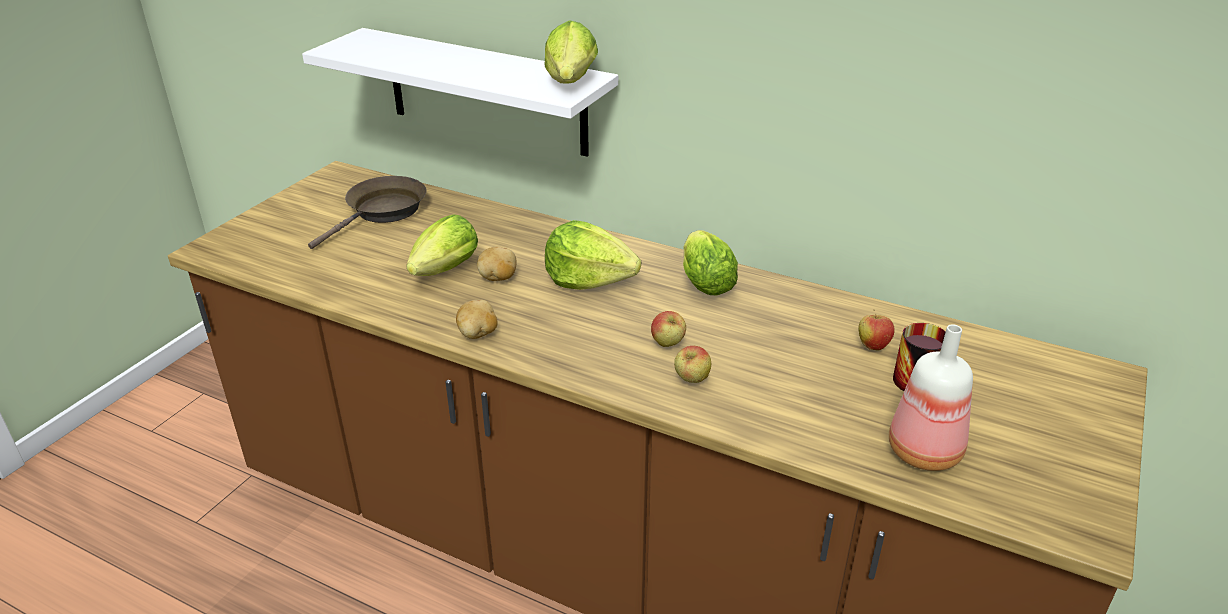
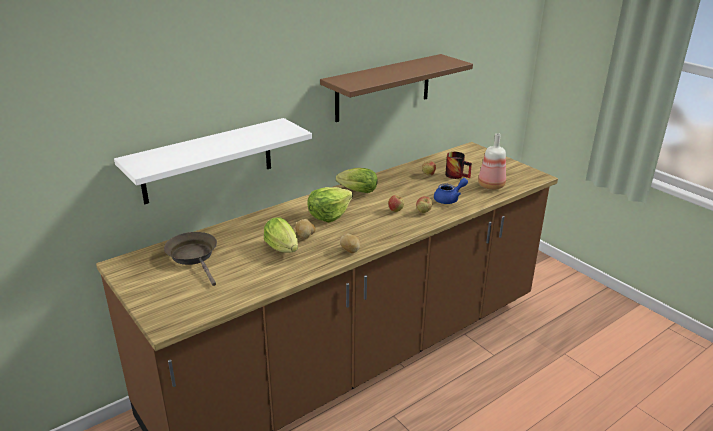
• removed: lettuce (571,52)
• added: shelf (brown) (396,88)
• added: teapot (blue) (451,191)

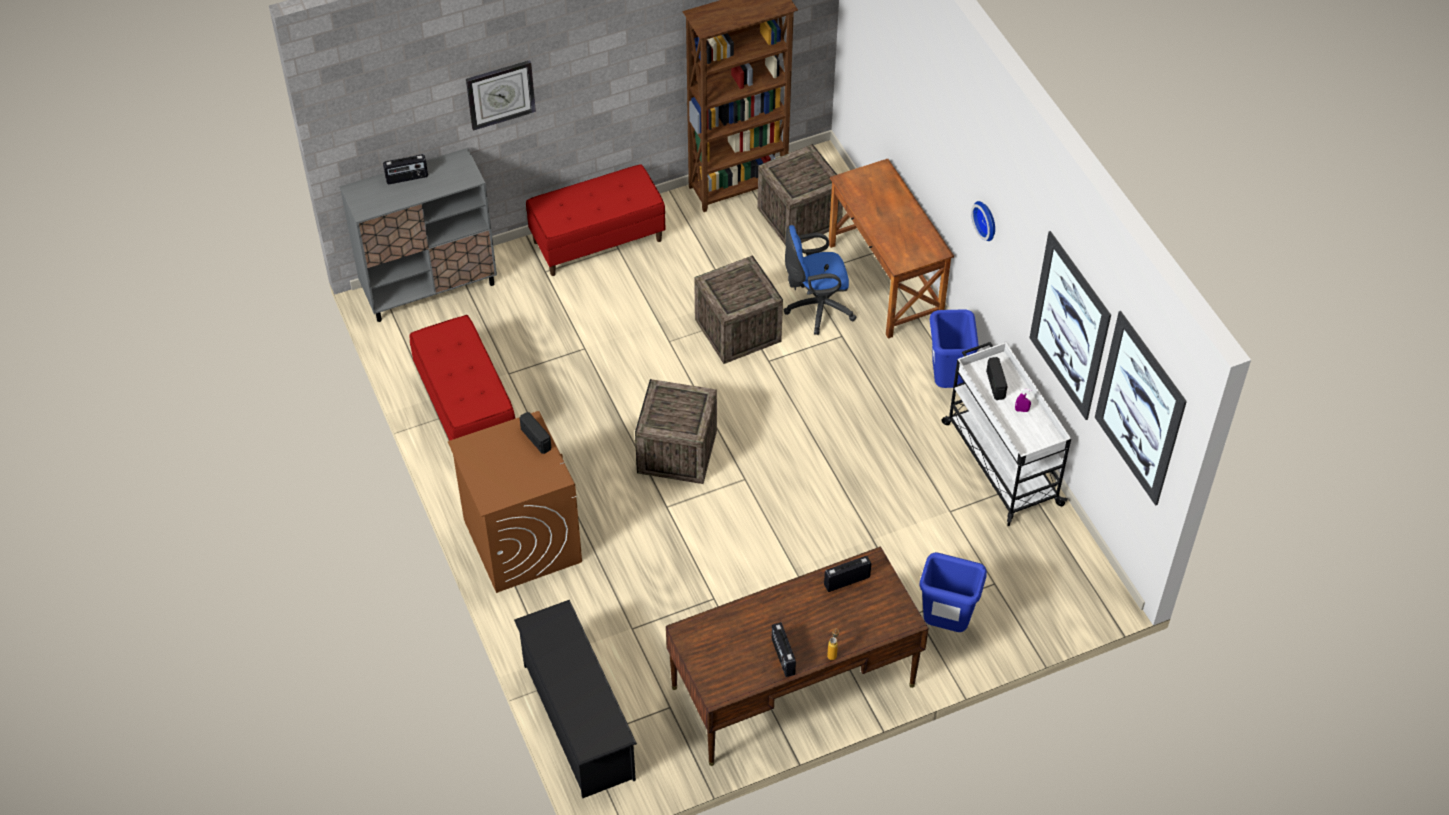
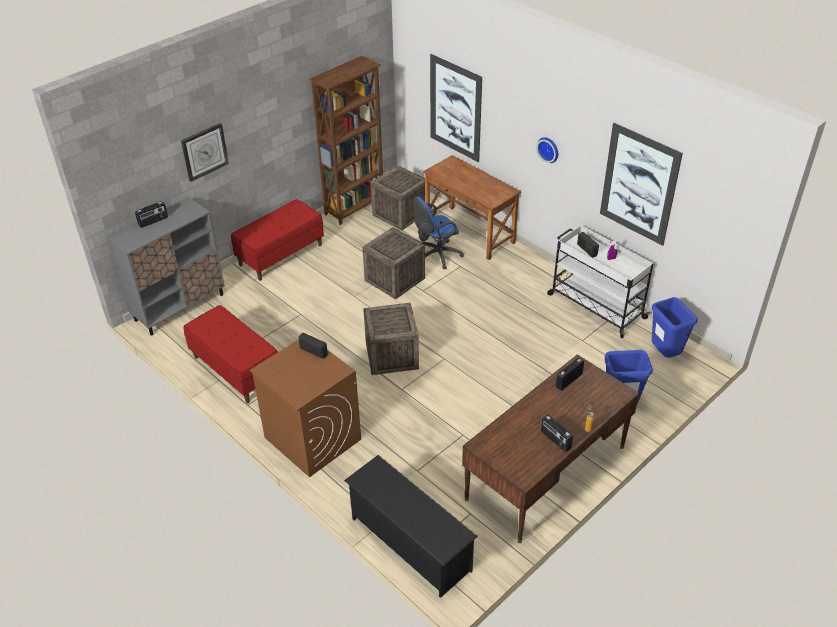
• moved: trash can (blue) (954,348) to (675,327)
• moved: picture (1141,408) to (456,108)

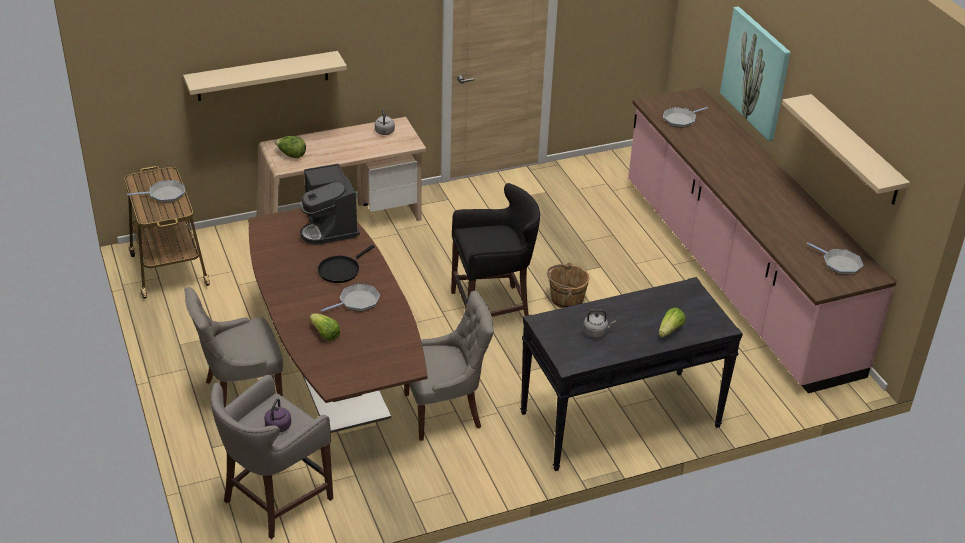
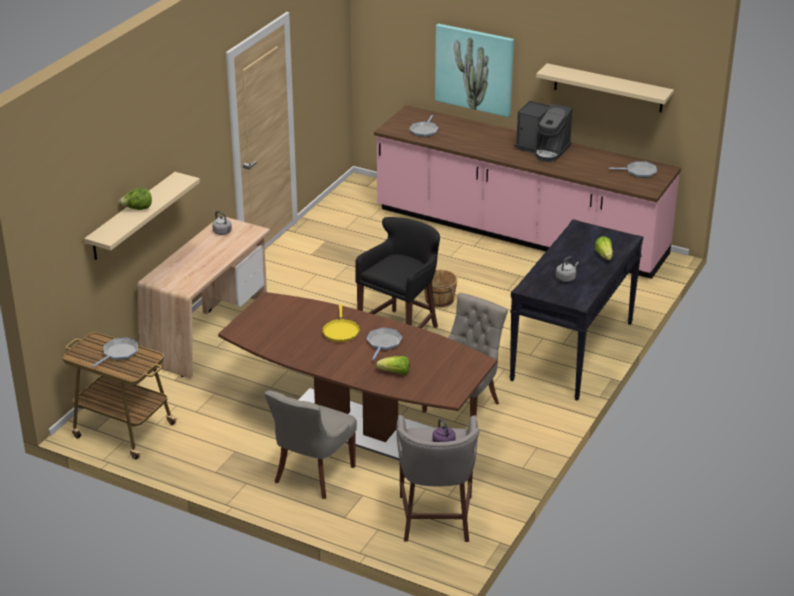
• moved: lettuce (290,147) to (135,199)
• moved: coffee machine (330,204) to (544,131)
• recoloured: frying pan (black) (346,264) to frying pan (yellow) (341,323)

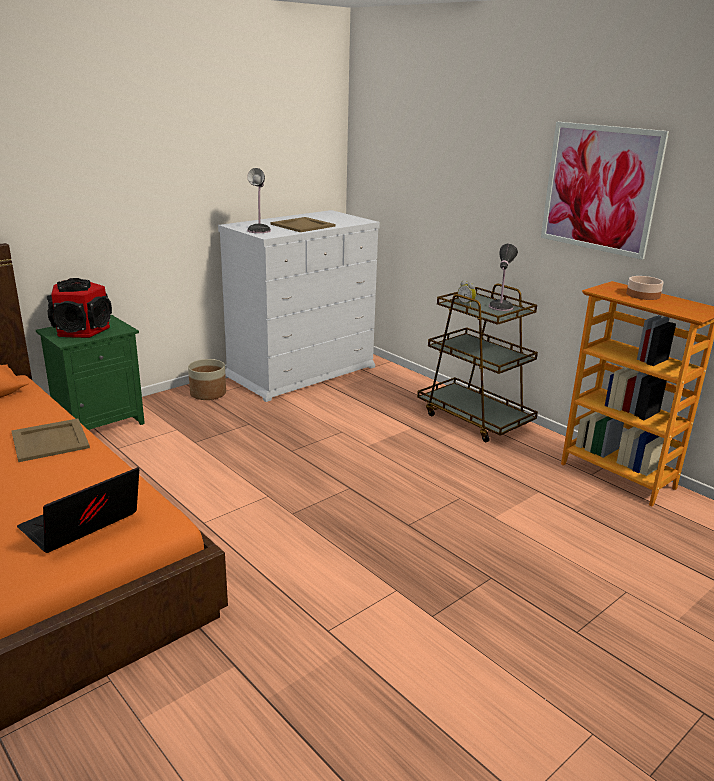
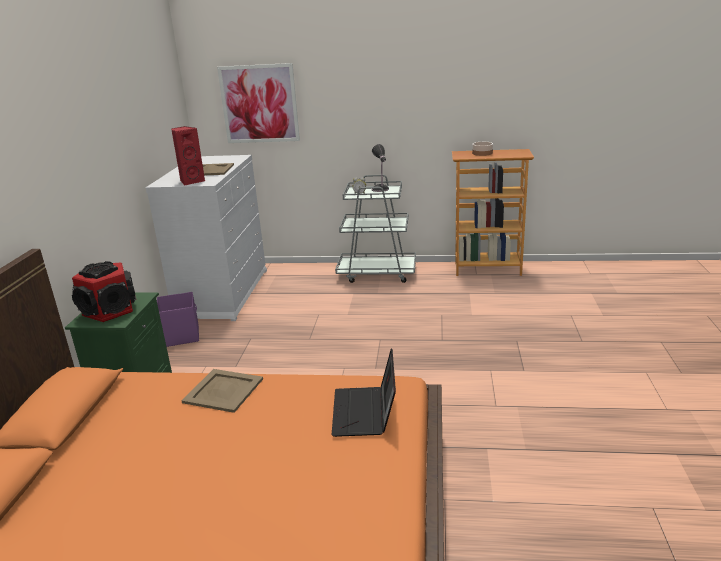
• moved: picture (605,191) to (258,103)
• replaced: table lamp (259,200) to speaker (red) (188,156)
• recoloured: cart (brown) (477,362) to cart (grey) (375,229)
• replaced: planter (207,379) to storage box (purple) (178,319)

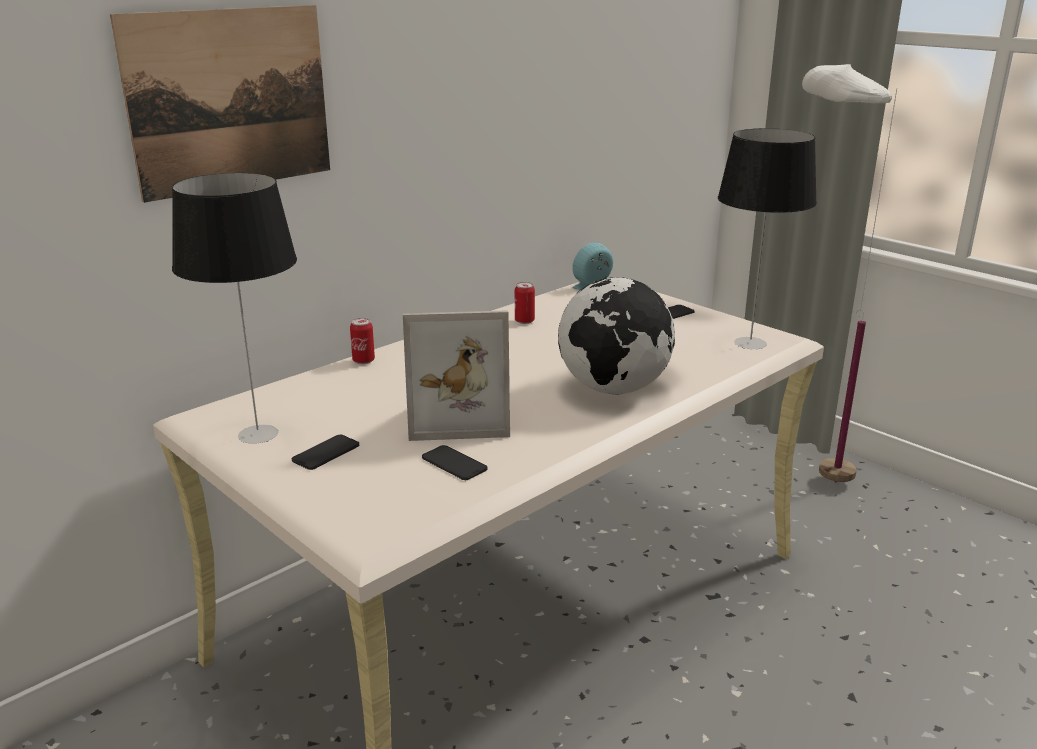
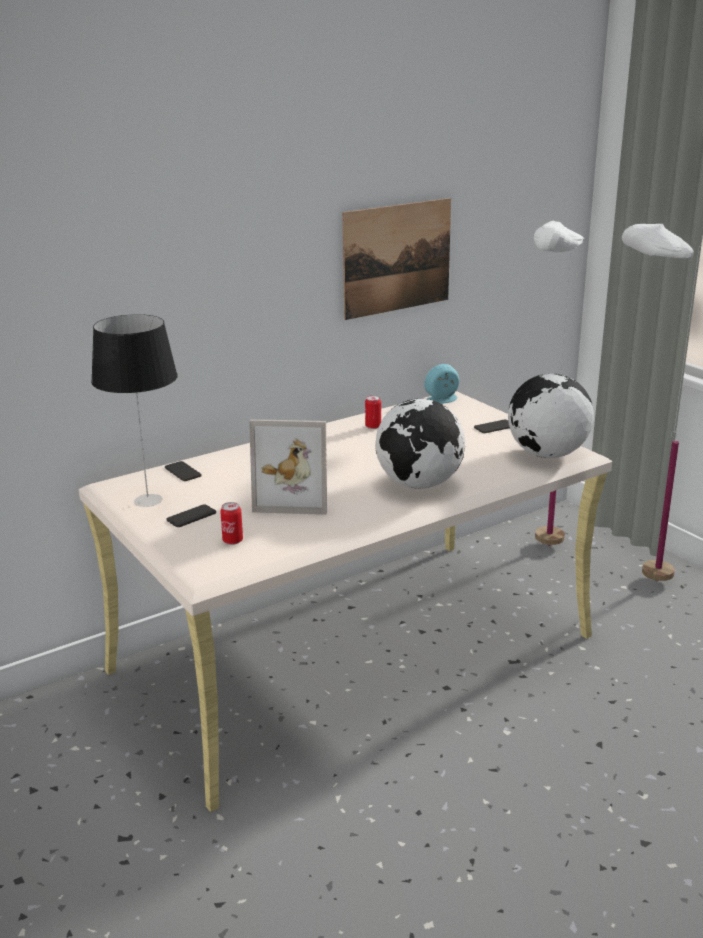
• moved: picture (220,104) to (397,259)
• replaced: table lamp (767,238) to globe (551,416)
• moved: can (362,341) to (231,523)
• moved: phone (454,462) to (183,471)
• added: floor lamp (white) (559,383)

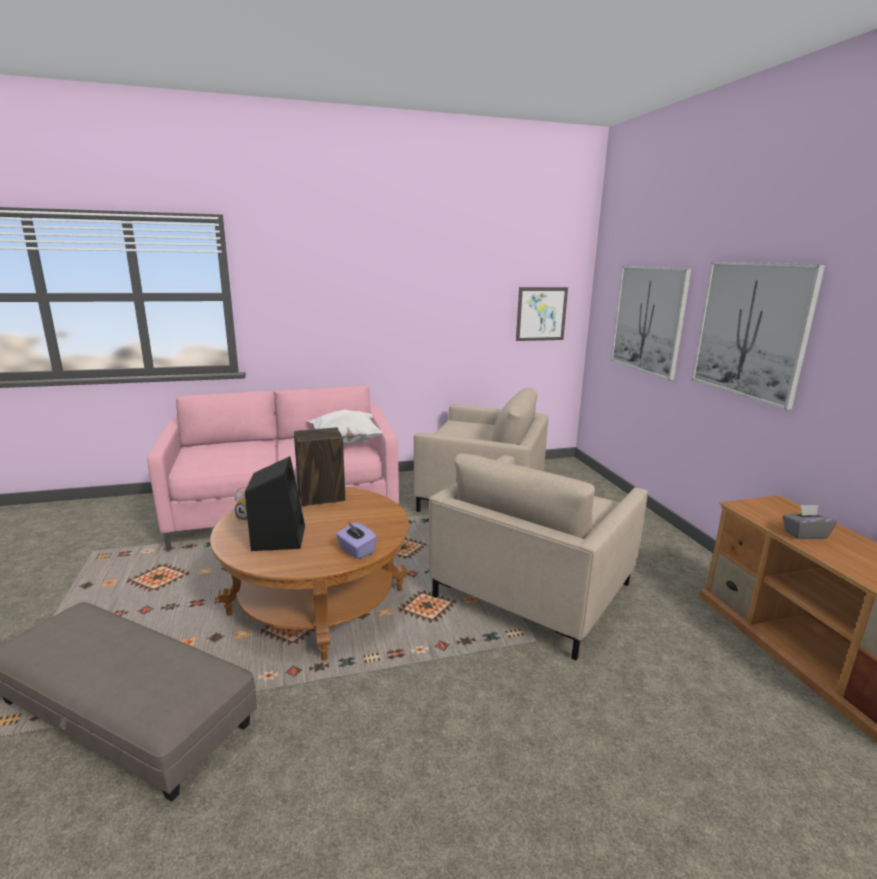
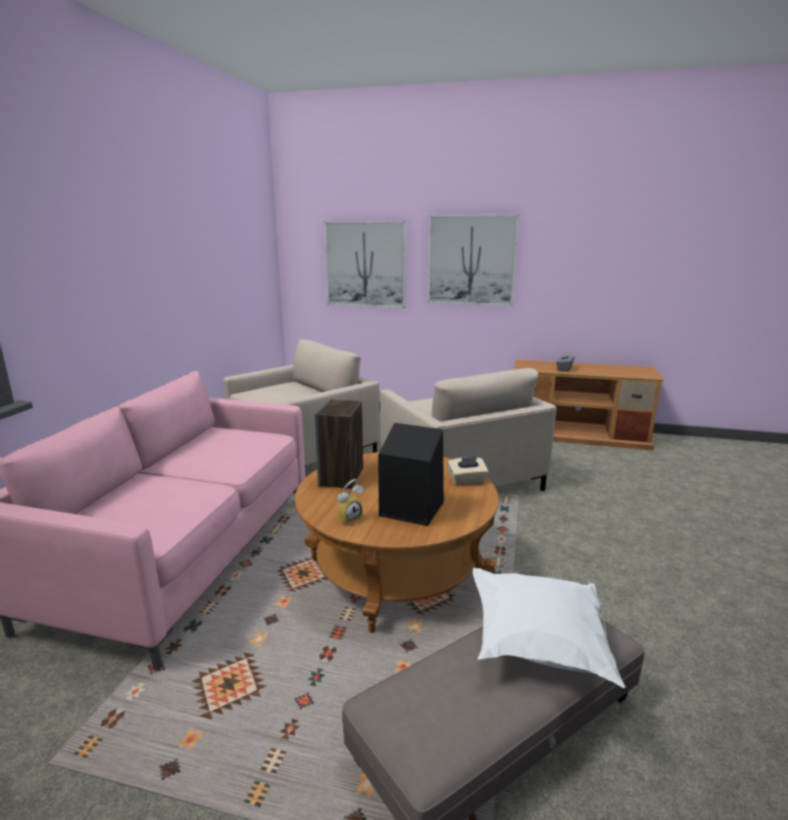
• removed: picture (542,314)
• moved: pillow (white) (345,427) to (549,628)
• recoloured: tissue box (purple) (356,540) to tissue box (beige) (468,471)

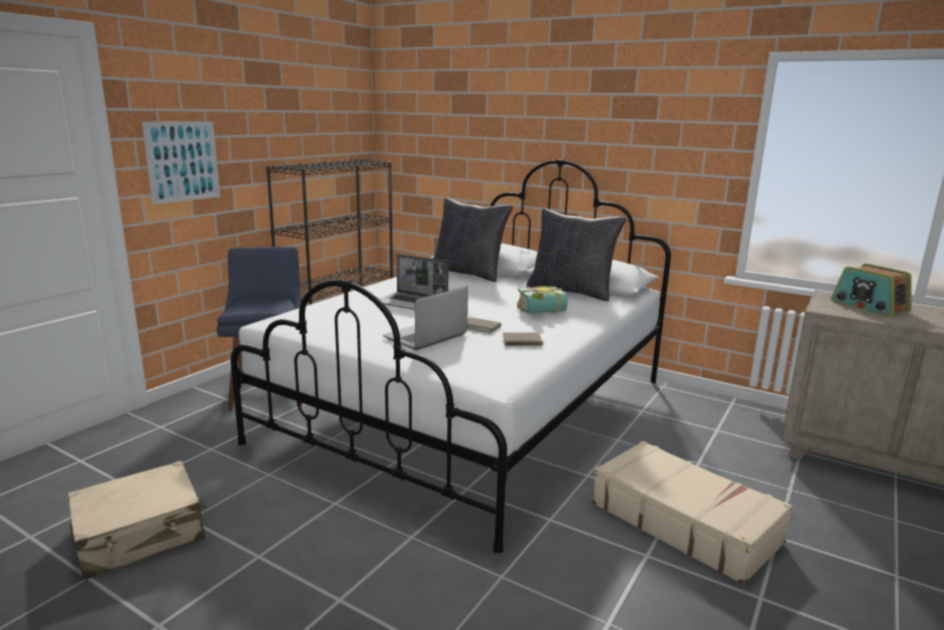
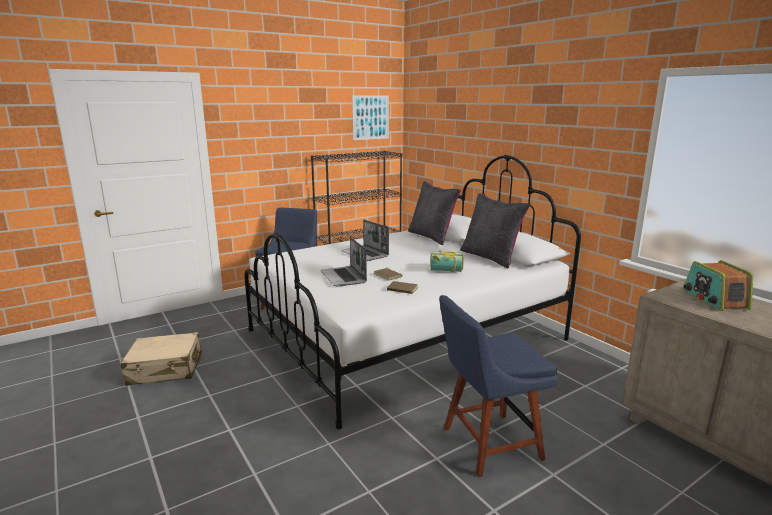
• moved: picture (181,163) to (370,117)
• turned: laptop (425,318) = (344,262) 90 degrees counterclockwise
• replaced: suitcase (beige) (692,513) to chair (blue) (498,386)

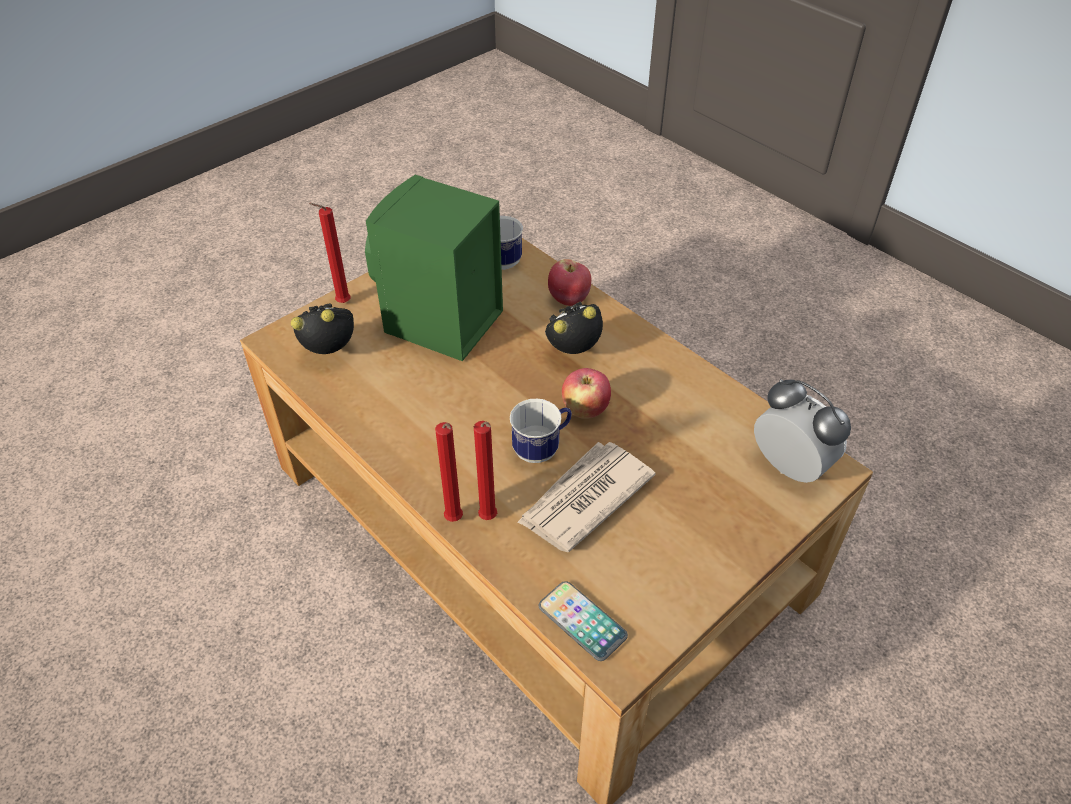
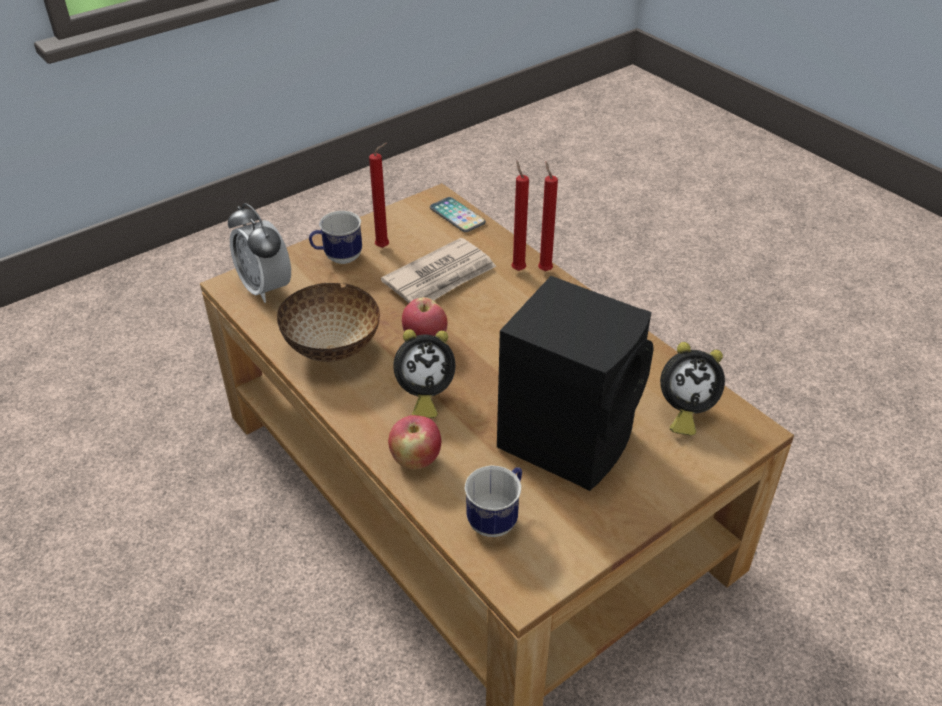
• recoloured: speaker (green) (434,268) to speaker (black) (575,383)
• moved: candle (red) (330,253) to (379,195)
• moved: mug (541,431) to (335,237)
• added: bowl (328,322)

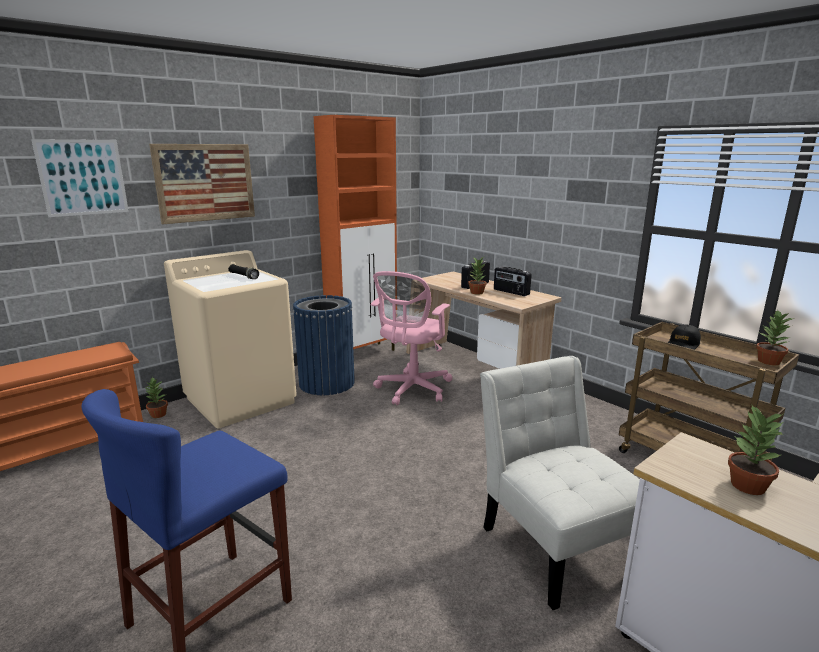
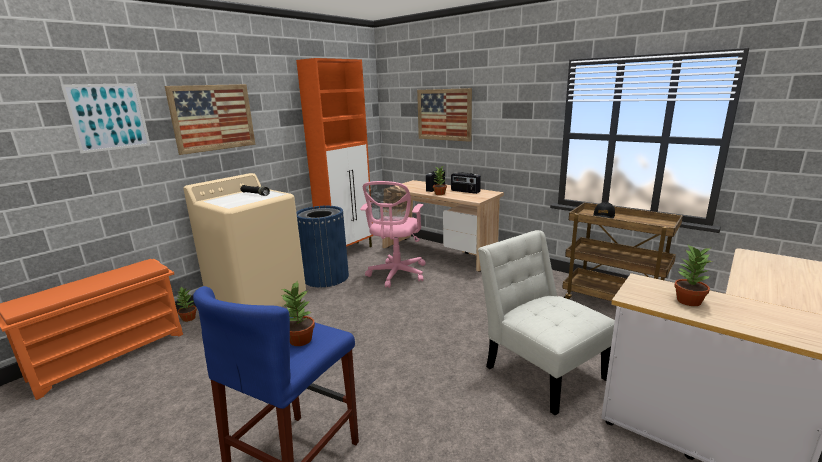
• moved: potted plant (775,337) to (298,314)
• added: picture (444,115)

